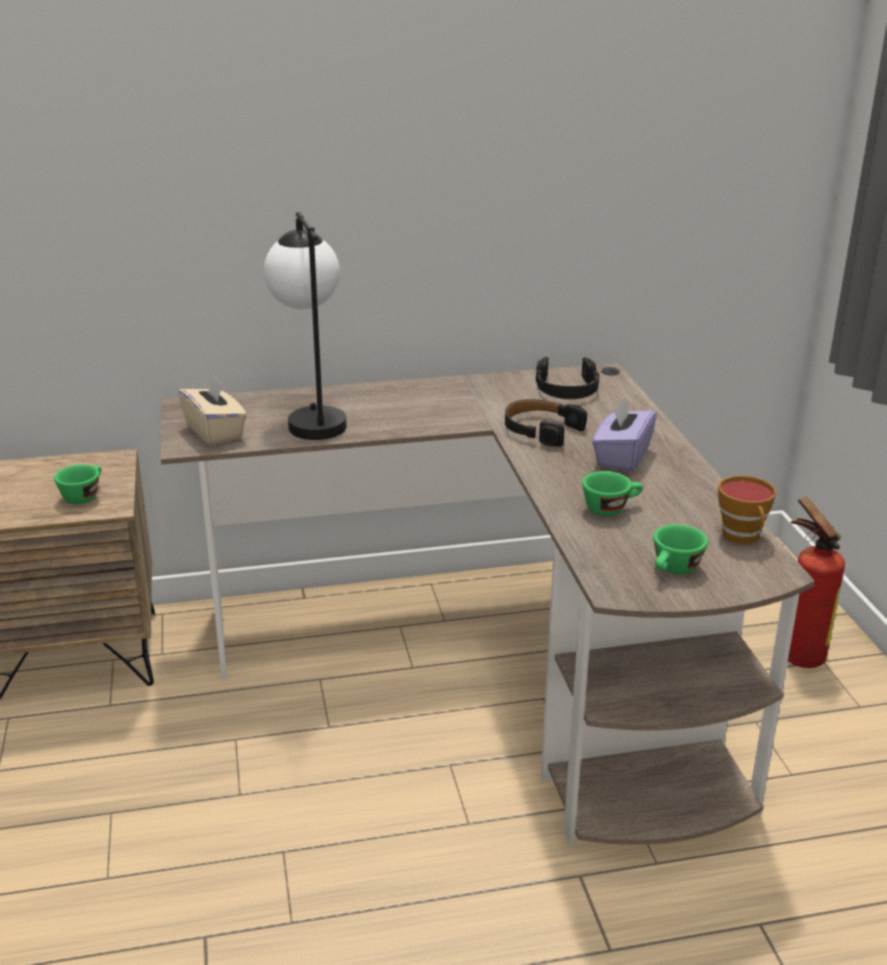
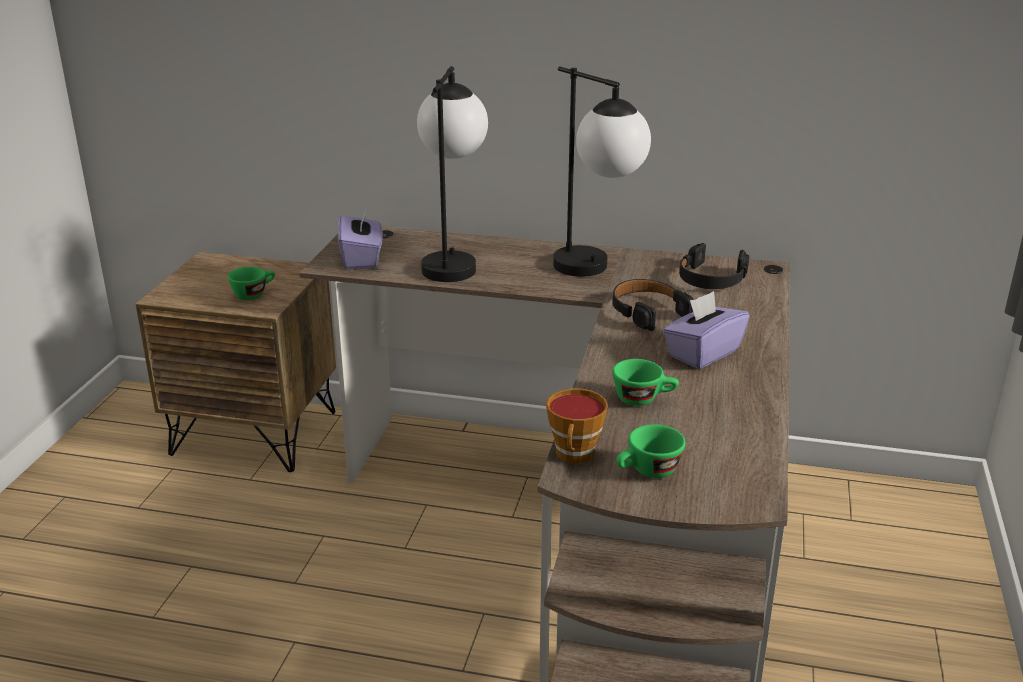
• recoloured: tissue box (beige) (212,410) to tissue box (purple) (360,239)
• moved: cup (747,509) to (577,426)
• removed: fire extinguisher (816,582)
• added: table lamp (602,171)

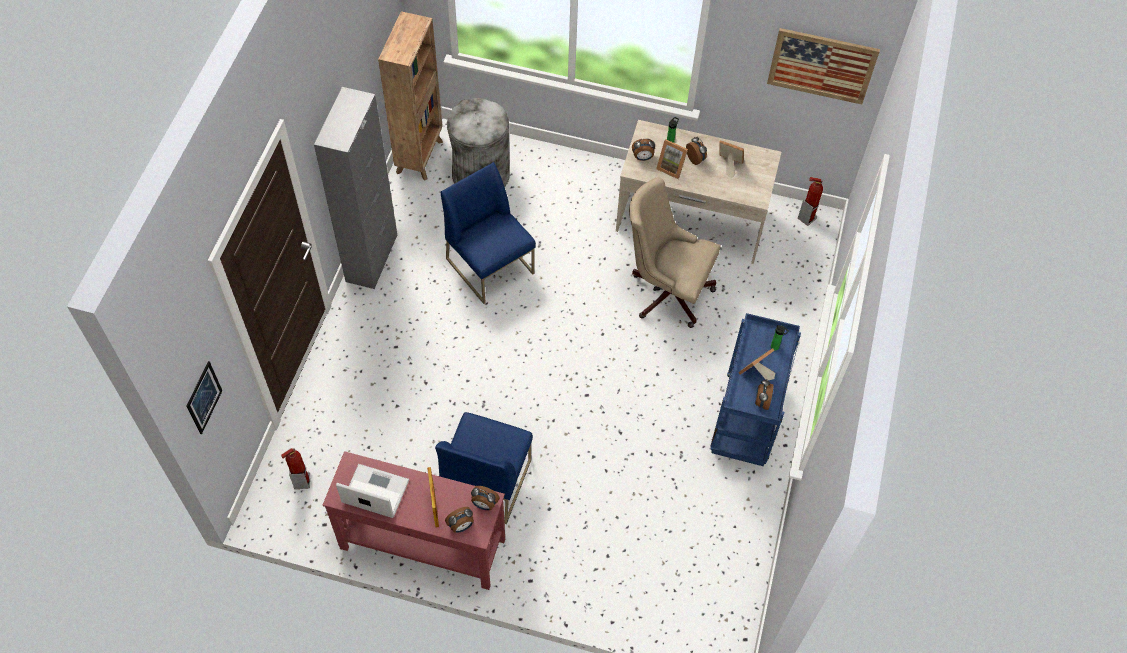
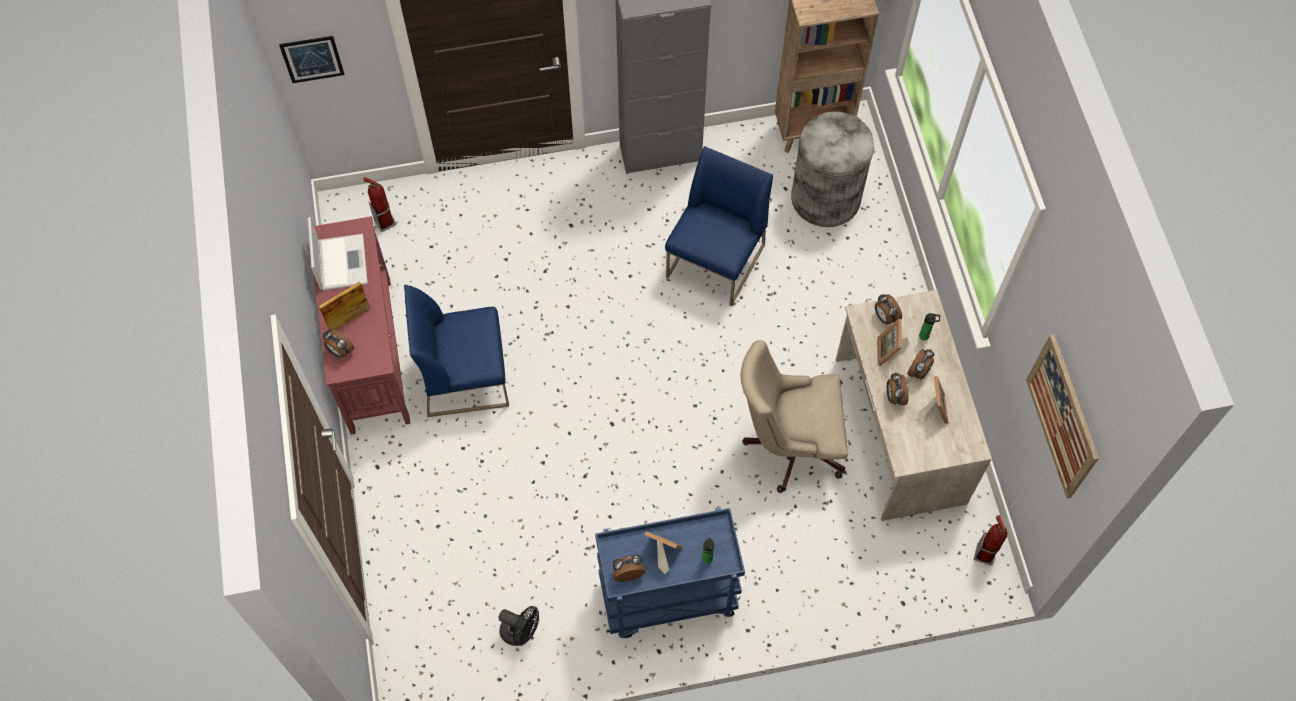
• turned: office chair (beige) (675,252) = (794,416) 90 degrees counterclockwise
• moved: alarm clock (485,498) to (897,388)
• added: fan (black) (518,626)

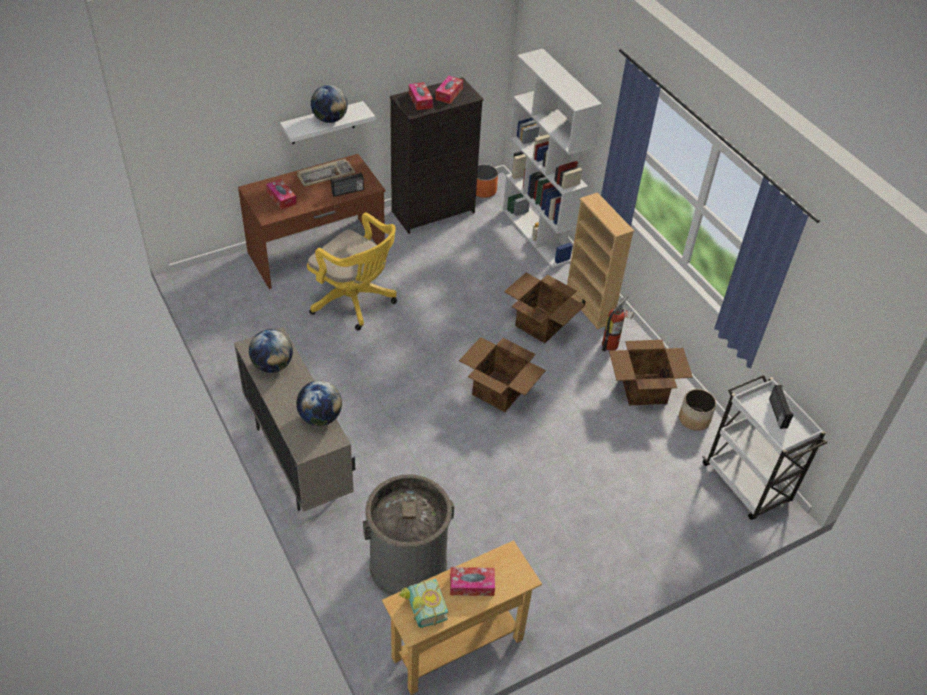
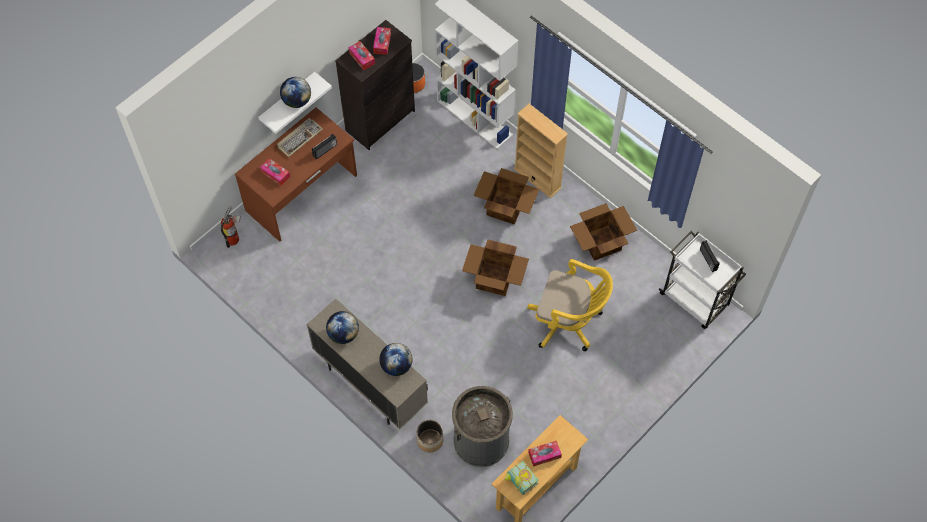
• moved: office chair (yellow) (352,271) to (570,305)
• moved: fire extinguisher (618,323) to (231,227)
• moved: planter (697,410) to (430,436)

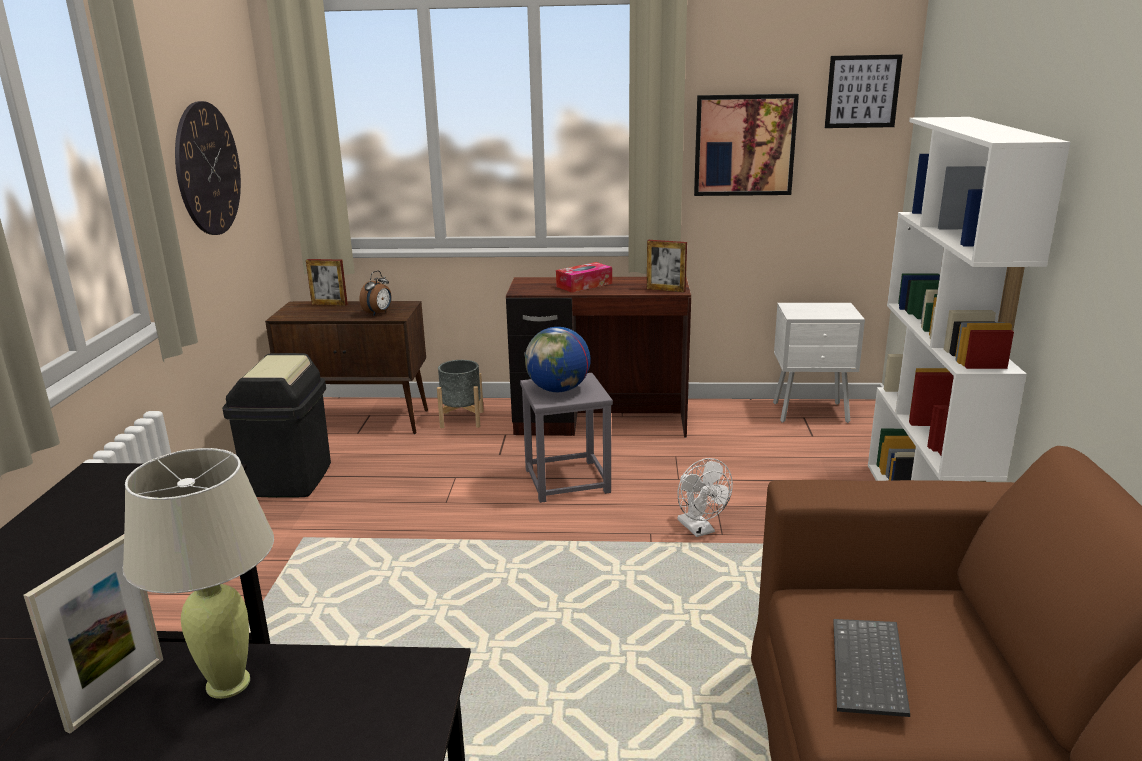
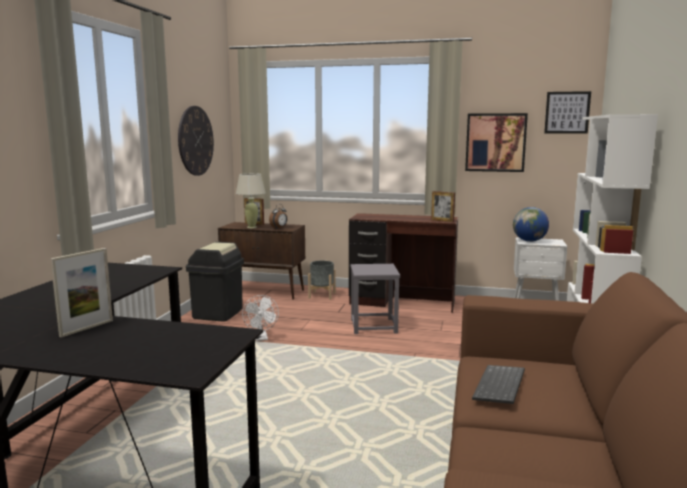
• removed: tissue box (584,277)
• moved: globe (558,359) to (531,224)
• moved: table lamp (beige) (198,573) to (251,200)
• moved: fan (white) (705,497) to (260,318)

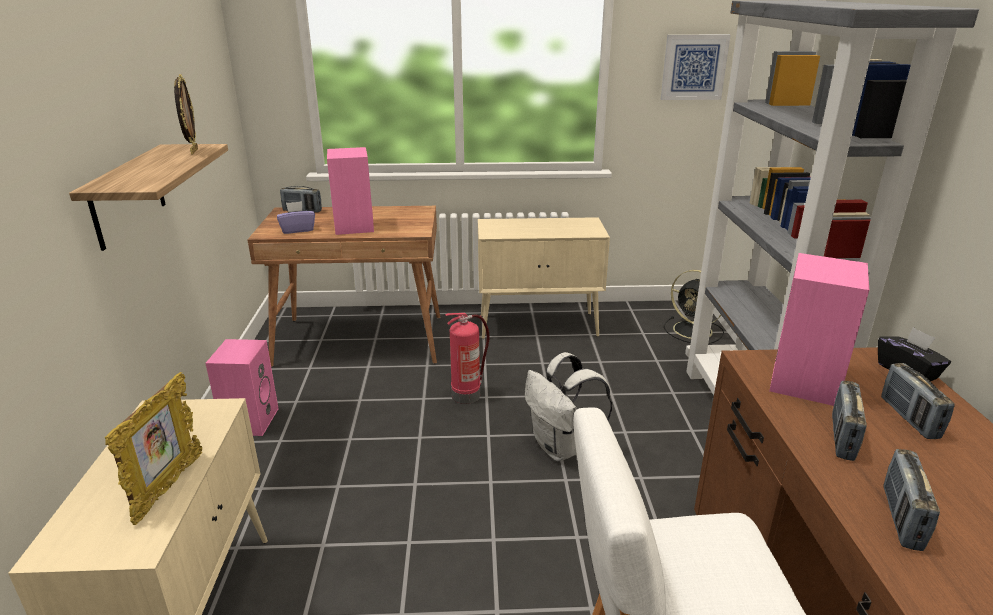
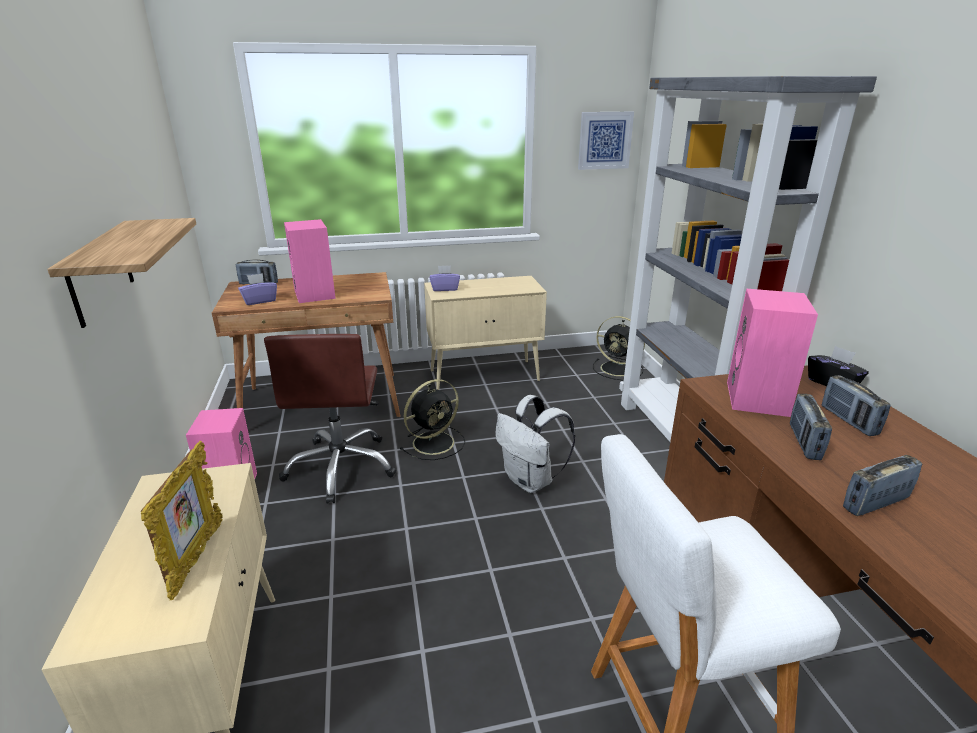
• removed: picture frame (186,114)
• replaced: fire extinguisher (467,358) to fan (black) (432,419)
• turned: radio (911,500) = (882,485) 60 degrees clockwise
• added: tissue box (purple) (445,278)
• added: office chair (brown) (330,419)

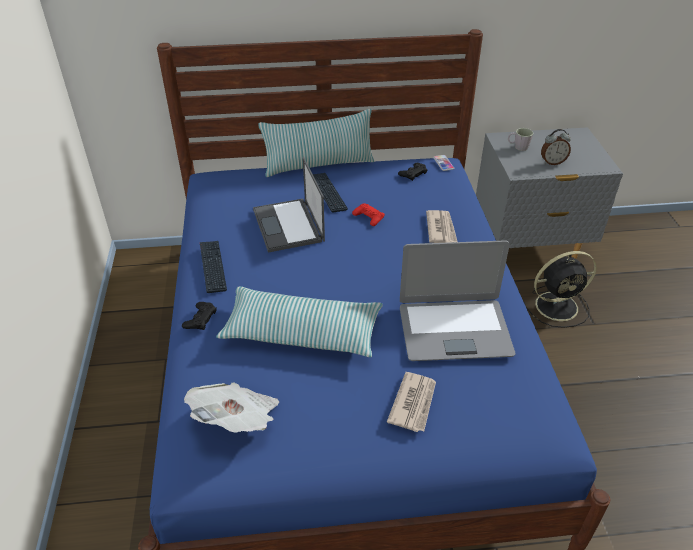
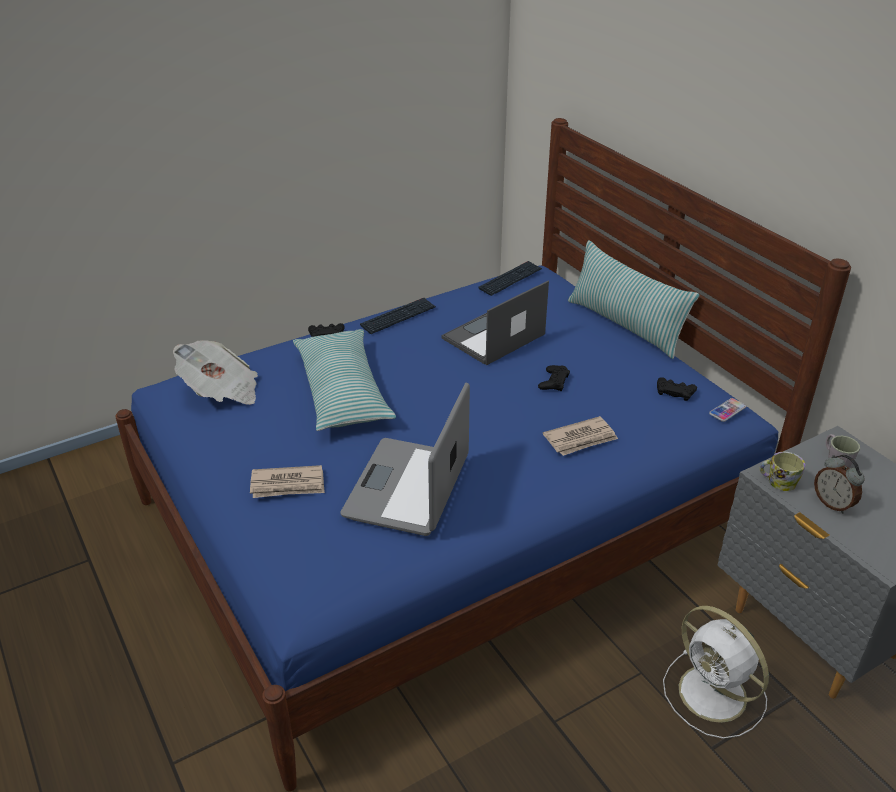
• moved: keyboard (330,193) to (510,278)
• recoloured: game controller (red) (368,214) to game controller (black) (554,378)
• turned: laptop (457,300) = (405,459) 45 degrees clockwise
• recoloured: fan (black) (560,289) to fan (white) (716,672)
• added: mug (782,471)

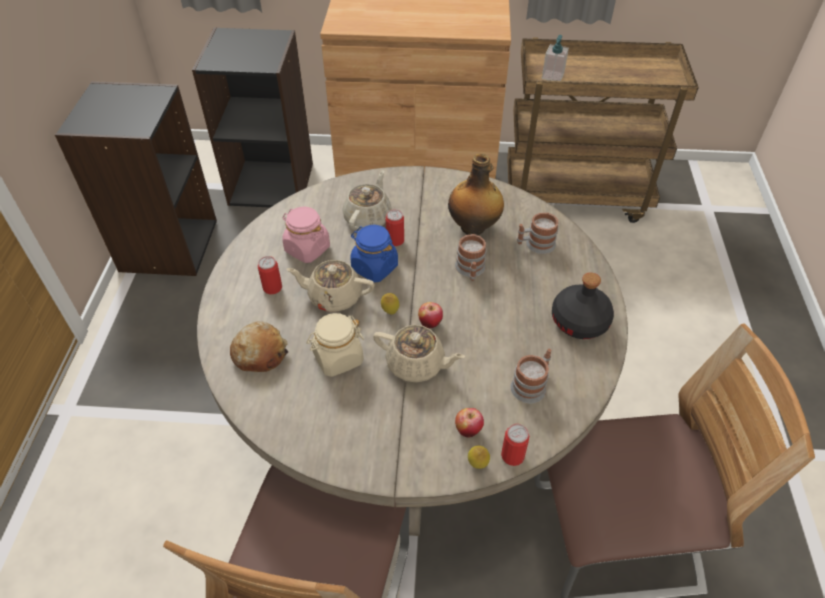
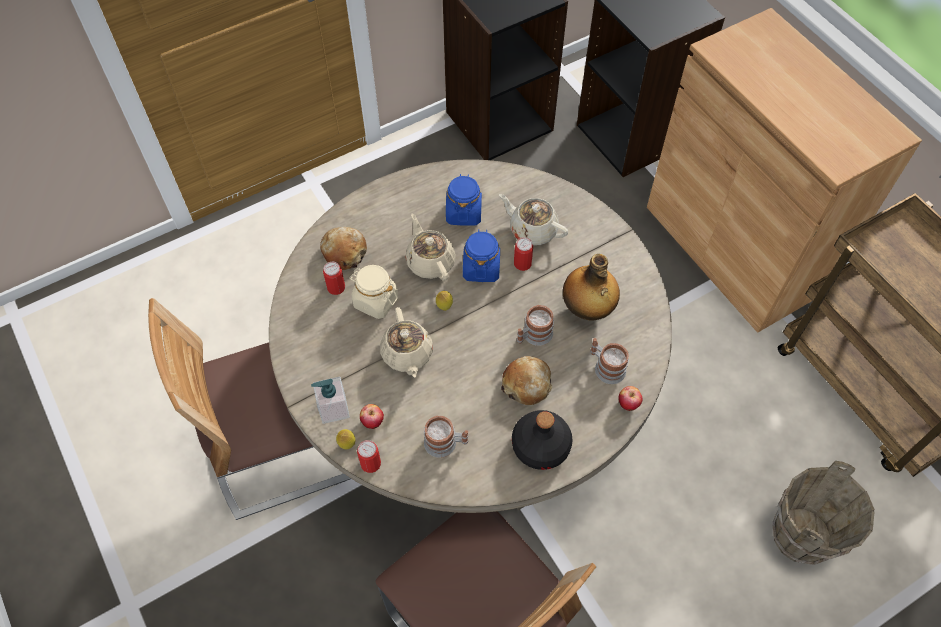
• moved: soap dispenser (555,58) to (330,400)
• turned: teapot (beige) (367,200) = (533,219) 135 degrees counterclockwise
• recoloured: jar (pink) (306,235) to jar (blue) (464,200)
• moved: can (270,275) to (334,278)
• moved: apple (430,315) to (630,398)
• added: bread (526,380)
• added: bucket (brown) (823,513)

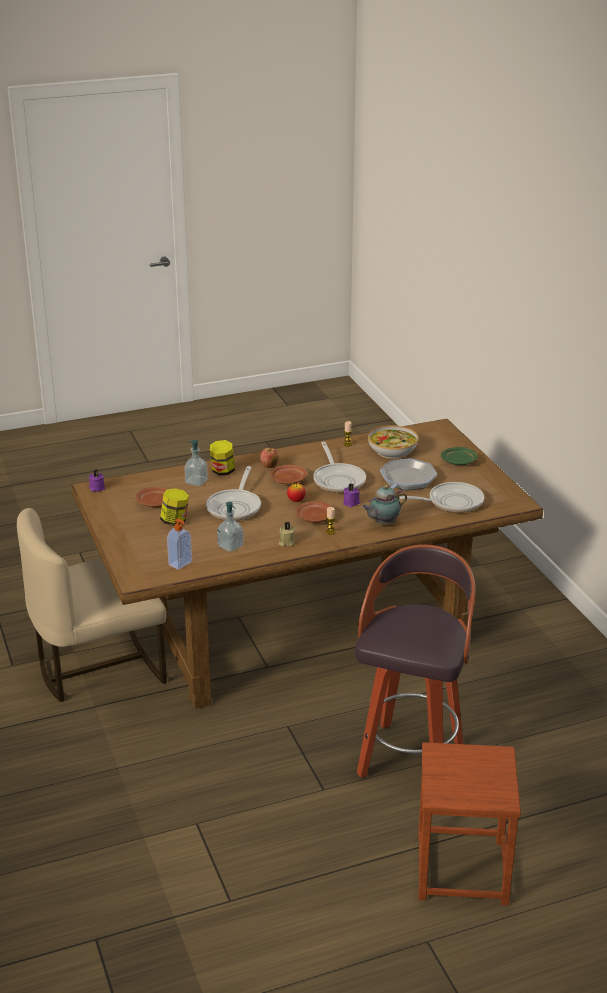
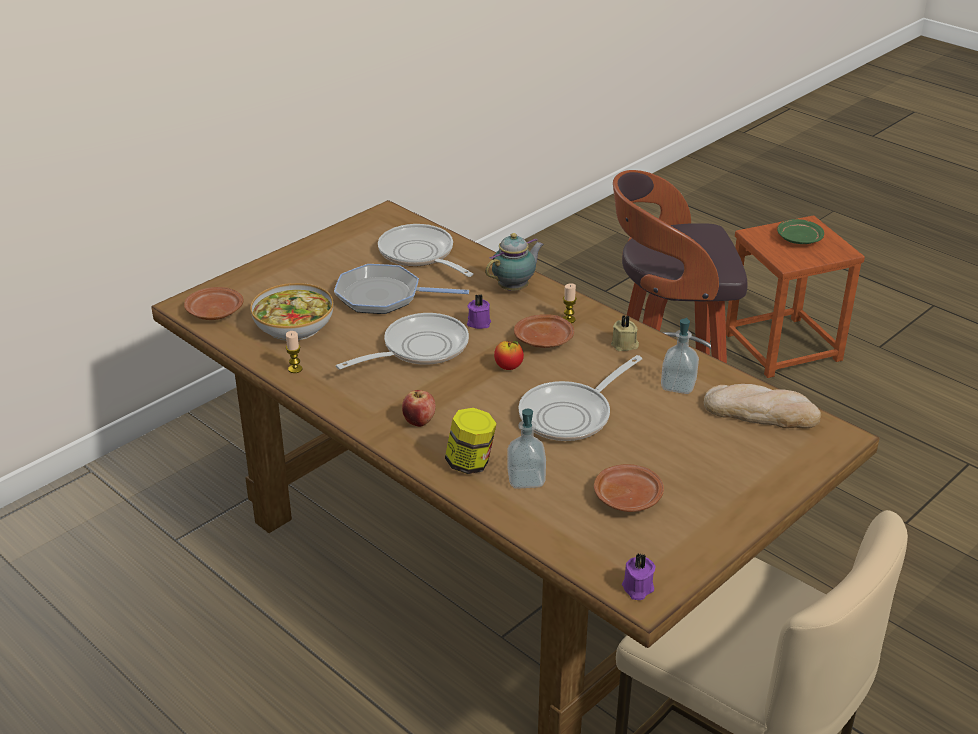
• moved: plate (green) (459,456) to (800,231)
• moved: plate (brown) (288,474) to (214,303)
• turned: frying pan (233,493) = (580,398) 150 degrees clockwise
• turned: teapot (384,505) = (514,262) 75 degrees counterclockwise
• removed: jar (174,507)
• replaced: soap dispenser (179,544) to bread (762,406)

